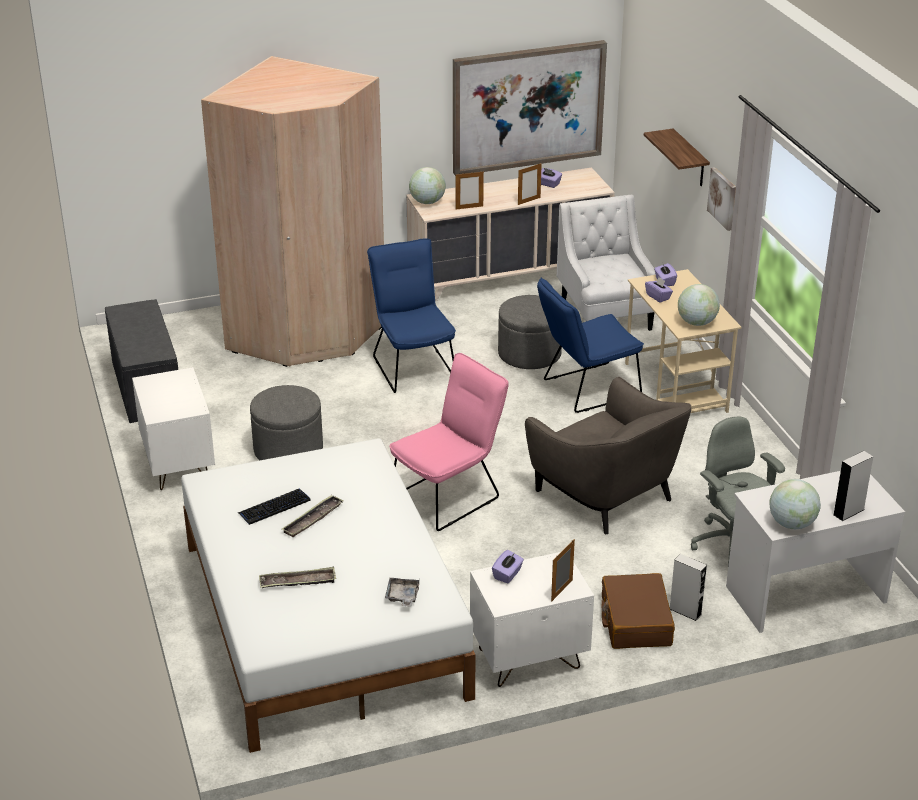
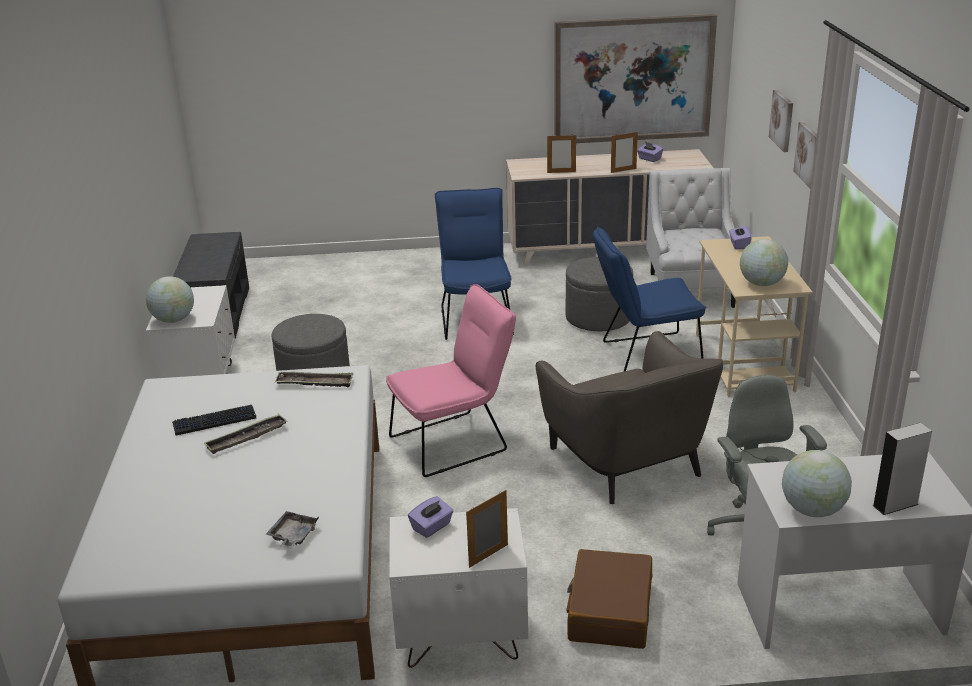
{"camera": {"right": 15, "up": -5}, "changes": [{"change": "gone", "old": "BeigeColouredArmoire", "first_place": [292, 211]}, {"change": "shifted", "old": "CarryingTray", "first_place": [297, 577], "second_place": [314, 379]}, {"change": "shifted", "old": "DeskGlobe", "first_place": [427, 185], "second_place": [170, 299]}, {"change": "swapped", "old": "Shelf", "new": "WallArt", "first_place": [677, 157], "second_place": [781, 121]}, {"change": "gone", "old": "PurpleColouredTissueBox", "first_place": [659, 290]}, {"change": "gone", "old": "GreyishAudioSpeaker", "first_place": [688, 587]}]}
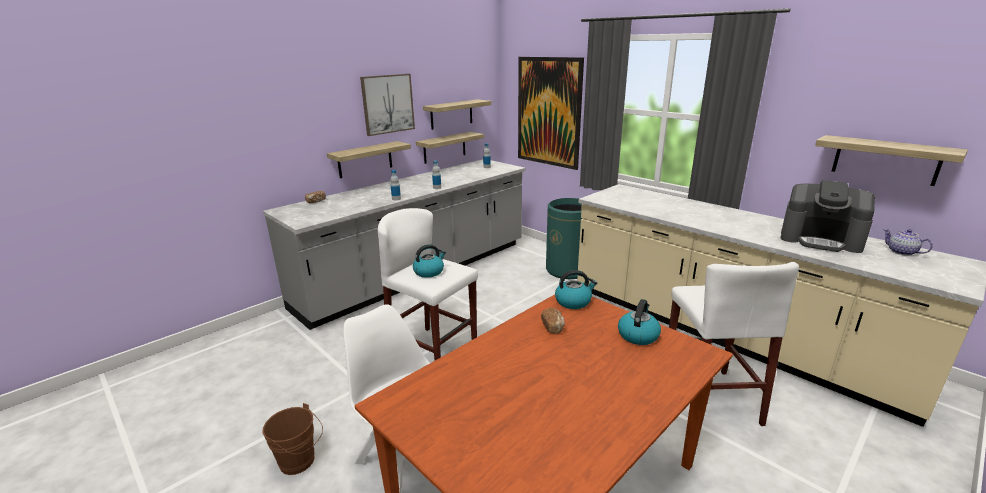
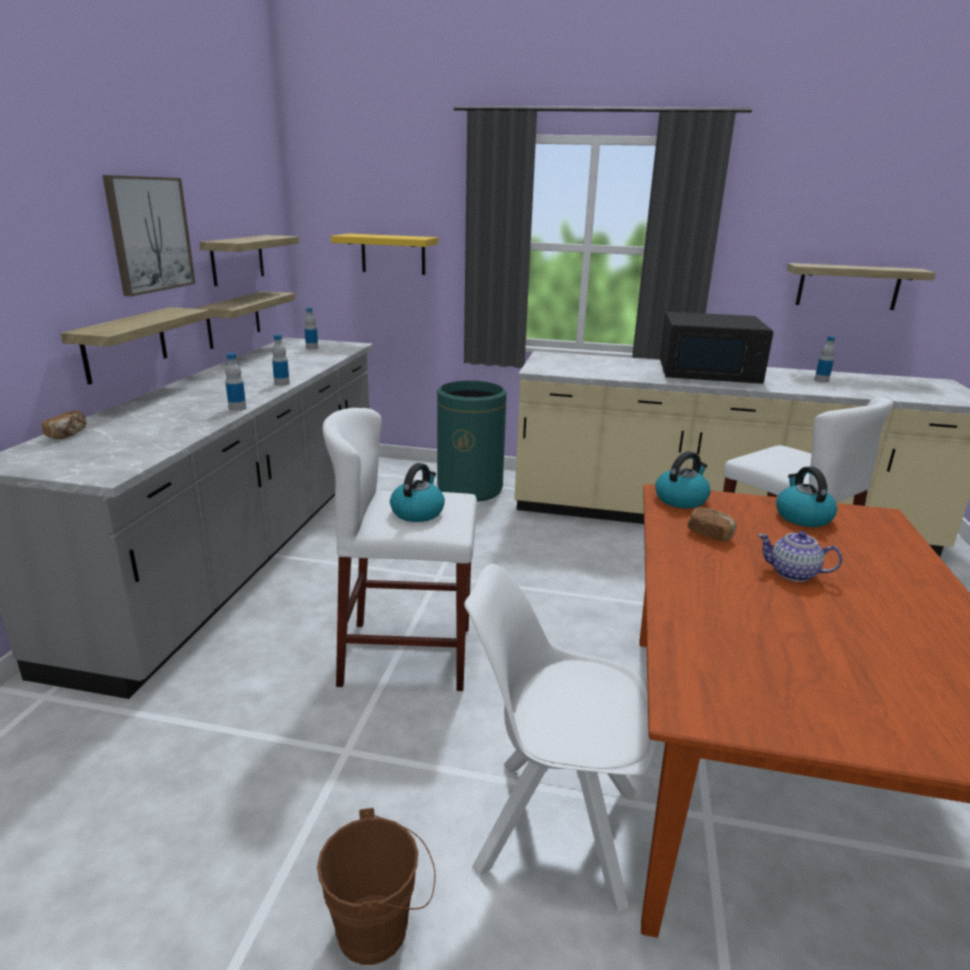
{"camera": {"right": -35, "up": 0}, "changes": [{"change": "swapped", "old": "WallArt", "new": "YellowishShelf", "first_place": [551, 113], "second_place": [384, 254]}, {"change": "swapped", "old": "CoffeeMaker", "new": "BeverageBottle", "first_place": [827, 216], "second_place": [824, 359]}, {"change": "shifted", "old": "PotForTea", "first_place": [908, 242], "second_place": [800, 556]}, {"change": "new", "new": "BlackKitchenMicrowave", "second_place": [716, 348]}]}
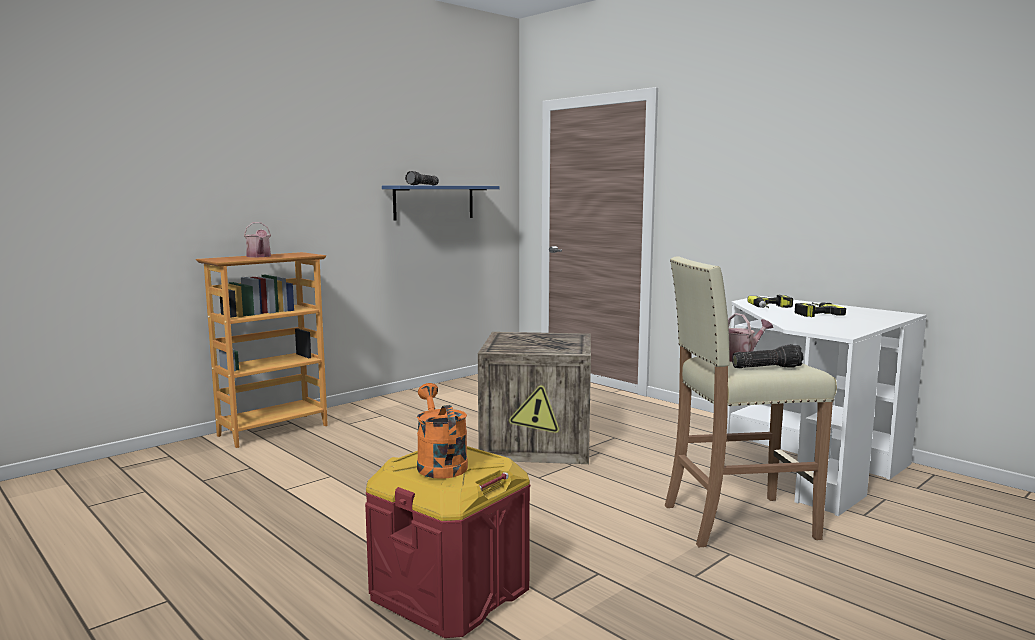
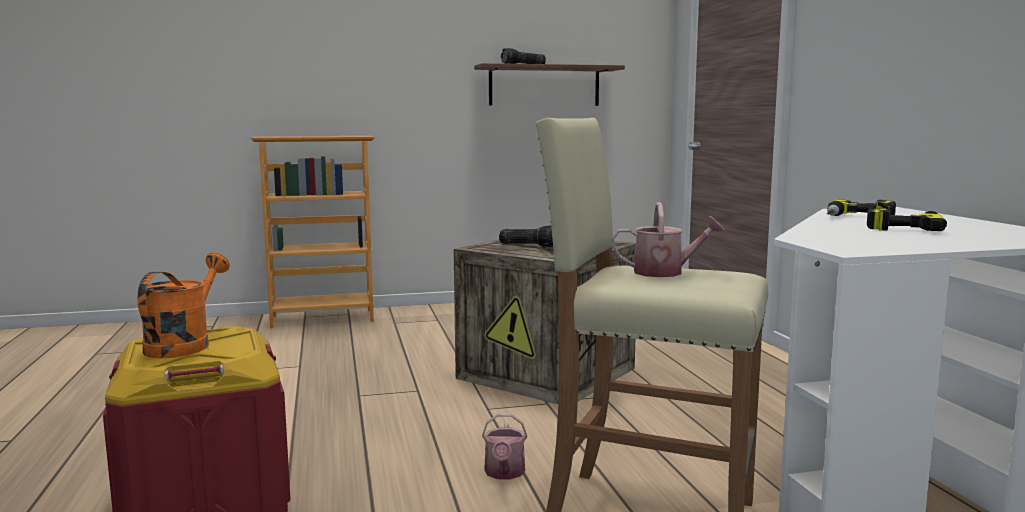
{"camera": {"right": 30, "up": 0}, "changes": [{"change": "shifted", "old": "WateringPot", "first_place": [257, 239], "second_place": [504, 447]}, {"change": "repainted", "old": "BlueColouredShelf", "new": "BrownColouredShelf", "first_place": [441, 202], "second_place": [549, 84]}, {"change": "shifted", "old": "HandTorch", "first_place": [768, 356], "second_place": [526, 236]}]}
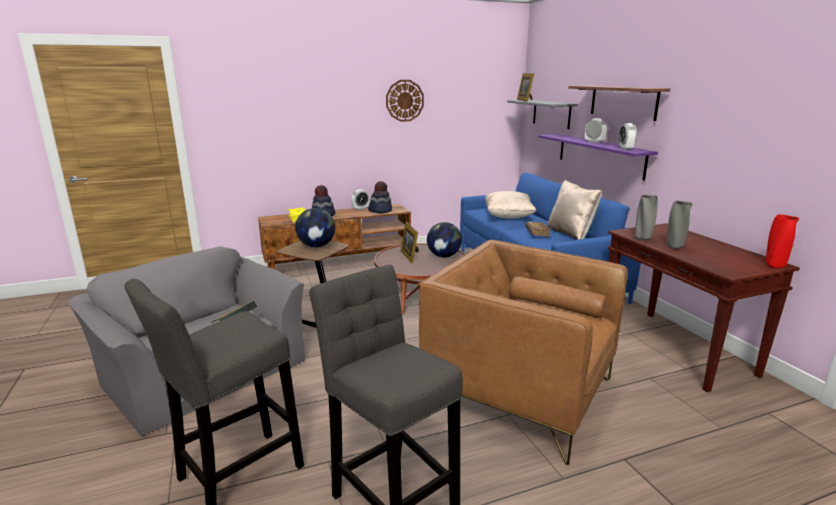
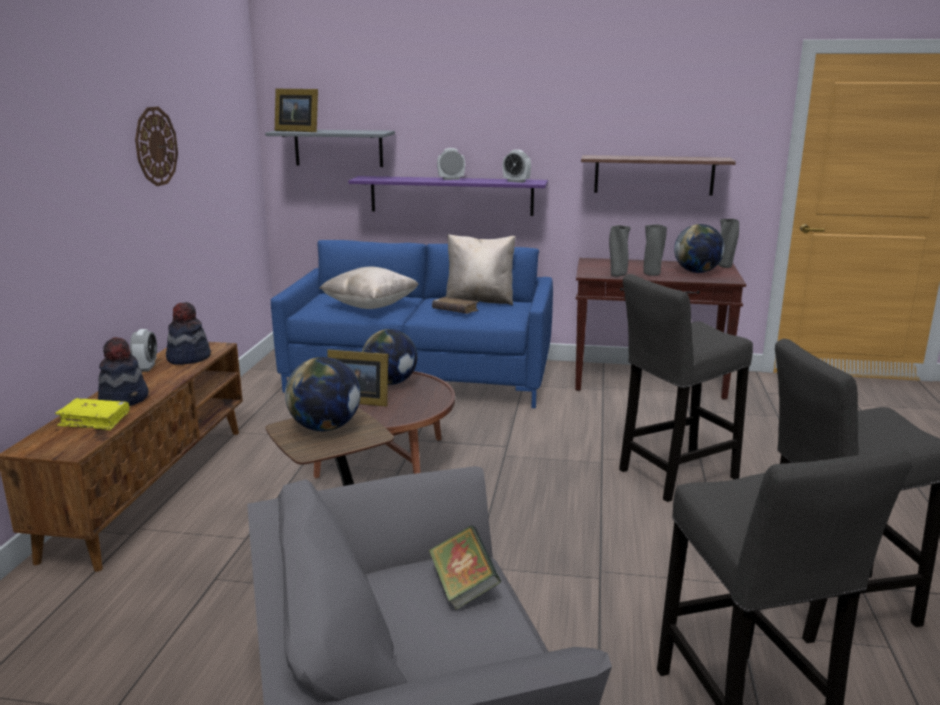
{"camera": {"right": -60, "up": 0}, "changes": [{"change": "swapped", "old": "BrownColouredEasyChair", "new": "GreyishSittingStool", "first_place": [523, 352], "second_place": [686, 388]}, {"change": "shifted", "old": "Shelf", "first_place": [619, 103], "second_place": [658, 175]}, {"change": "repainted", "old": "RedFlowerVase", "new": "GreyishFlowerVase", "first_place": [782, 241], "second_place": [728, 243]}, {"change": "new", "new": "DeskGlobe", "second_place": [699, 248]}]}
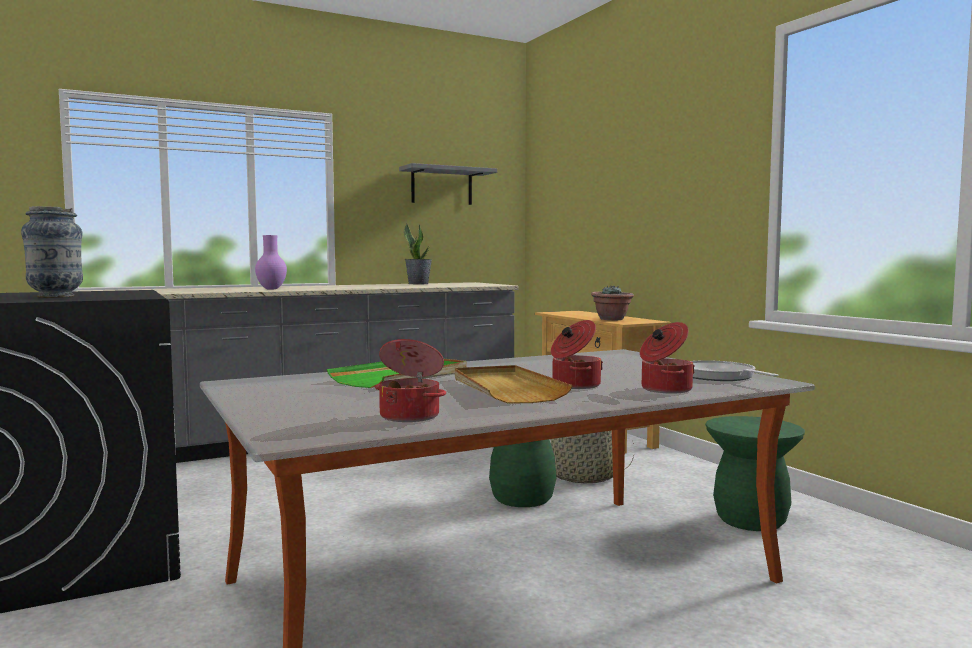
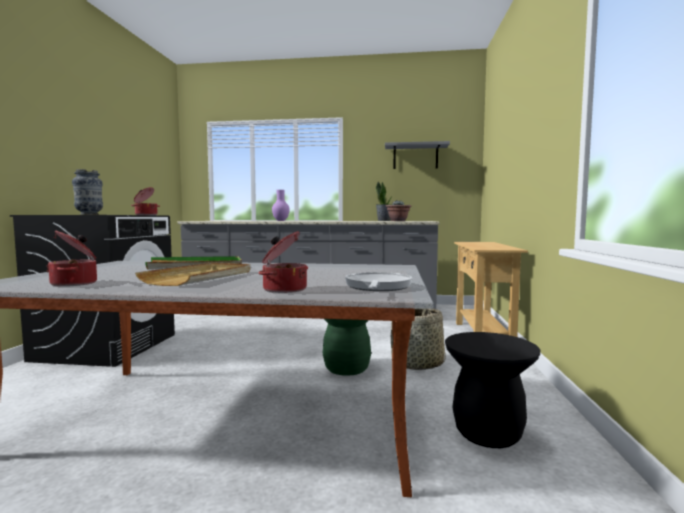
{"camera": {"right": 35, "up": 0}, "changes": [{"change": "shifted", "old": "CookingPot", "first_place": [577, 354], "second_place": [145, 201]}, {"change": "shifted", "old": "PottedPlant", "first_place": [612, 303], "second_place": [398, 210]}, {"change": "repainted", "old": "GreenishSittingStool", "new": "BlackSittingStool", "first_place": [755, 473], "second_place": [493, 390]}]}
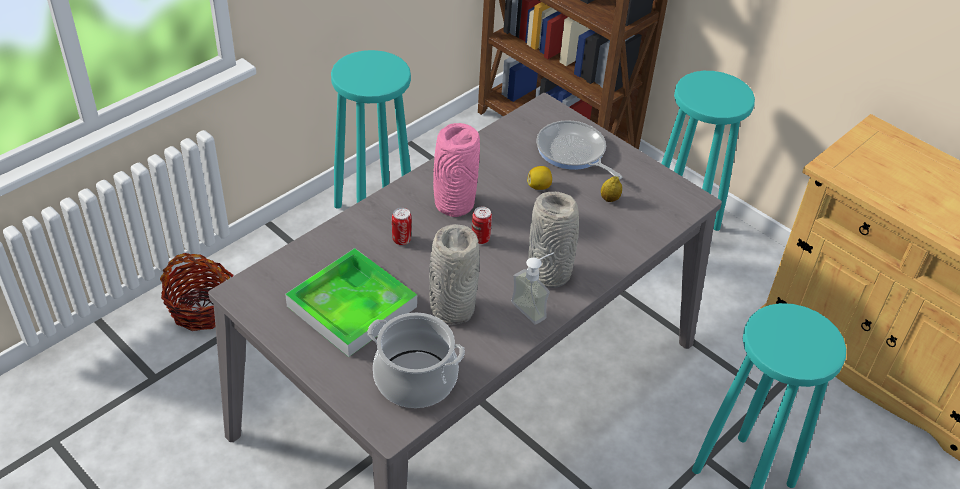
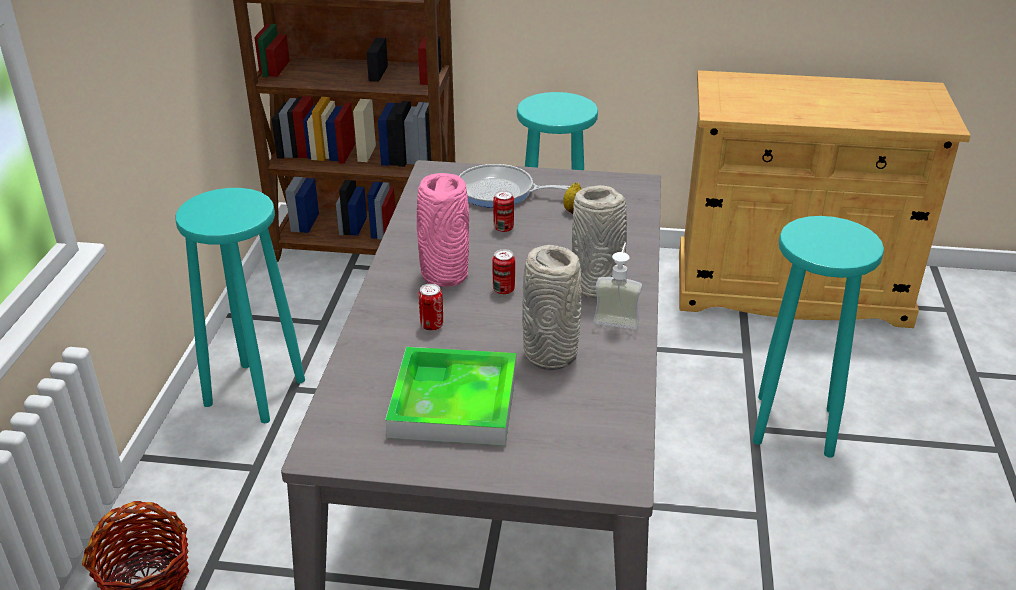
{"camera": {"right": -35, "up": -10}, "changes": [{"change": "gone", "old": "CookingPot", "first_place": [416, 360]}, {"change": "swapped", "old": "WholeLemon", "new": "Can", "first_place": [539, 178], "second_place": [503, 211]}]}
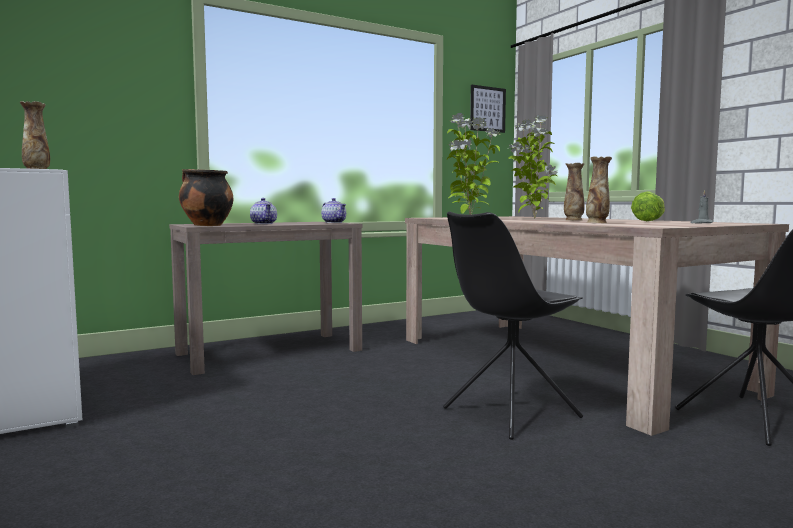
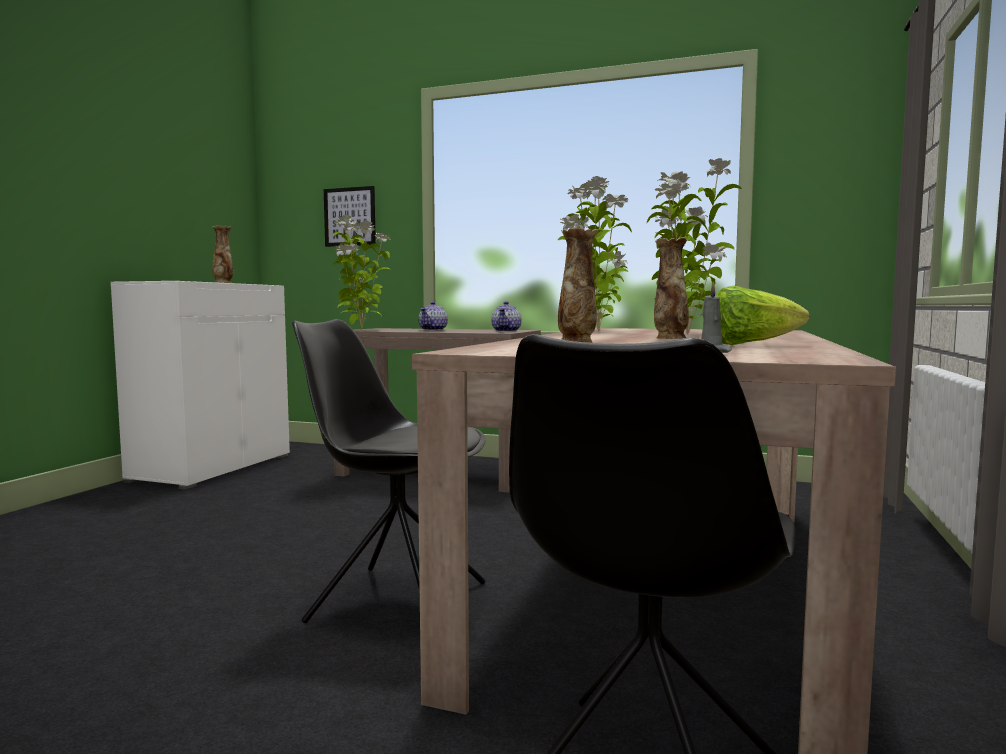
{"camera": {"right": 50, "up": 0}, "changes": [{"change": "swapped", "old": "CookingPot", "new": "PottedPlant", "first_place": [206, 197], "second_place": [362, 272]}, {"change": "shifted", "old": "WallArt", "first_place": [488, 109], "second_place": [350, 216]}]}
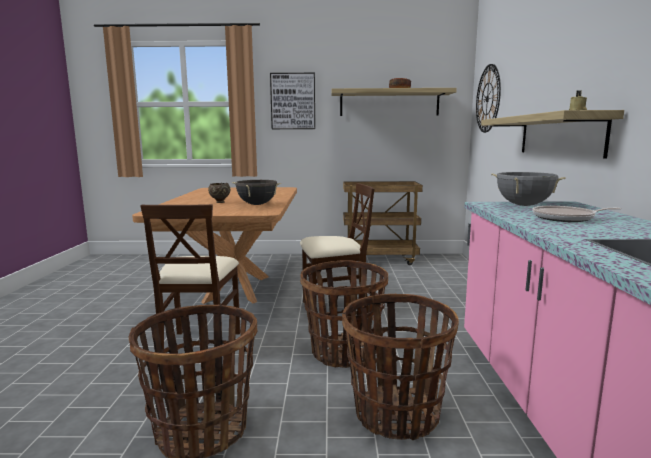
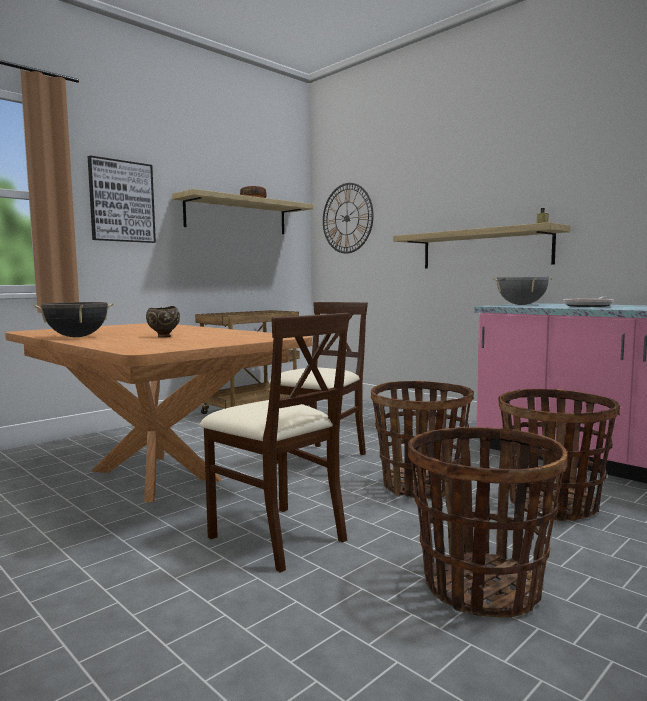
{"camera": {"right": -45, "up": -5}, "changes": [{"change": "shifted", "old": "BlackCookingPot", "first_place": [256, 192], "second_place": [74, 319]}]}
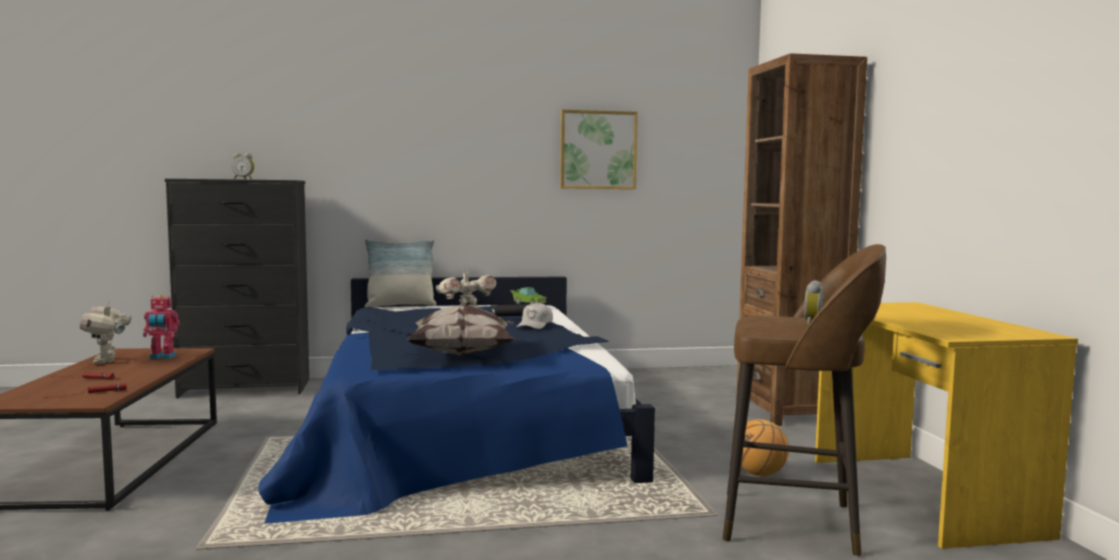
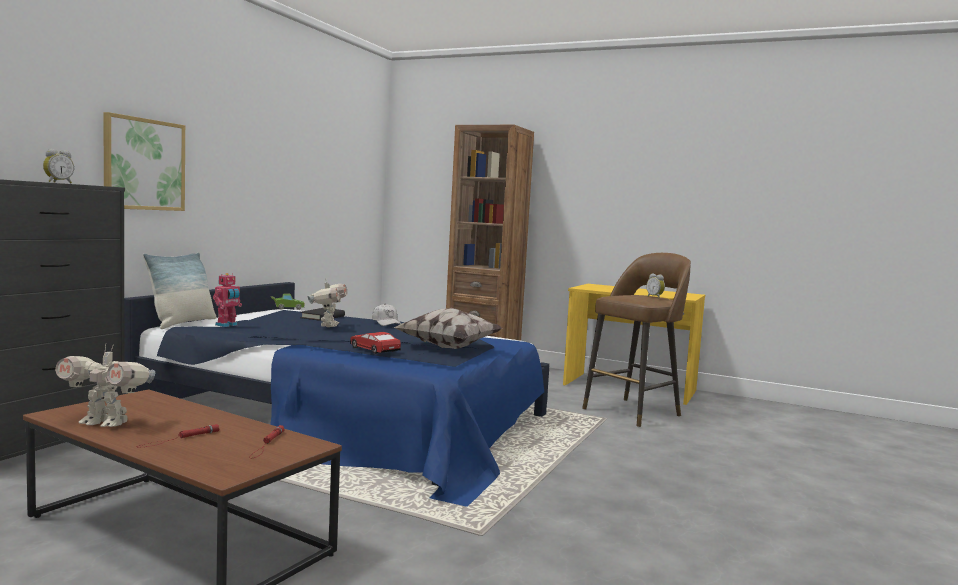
{"camera": {"right": -55, "up": 0}, "changes": [{"change": "shifted", "old": "RobotFigure", "first_place": [161, 327], "second_place": [227, 300]}, {"change": "shifted", "old": "WallArt", "first_place": [599, 149], "second_place": [144, 161]}, {"change": "gone", "old": "Basketball", "first_place": [760, 447]}, {"change": "new", "new": "ToyCar", "second_place": [375, 343]}]}
